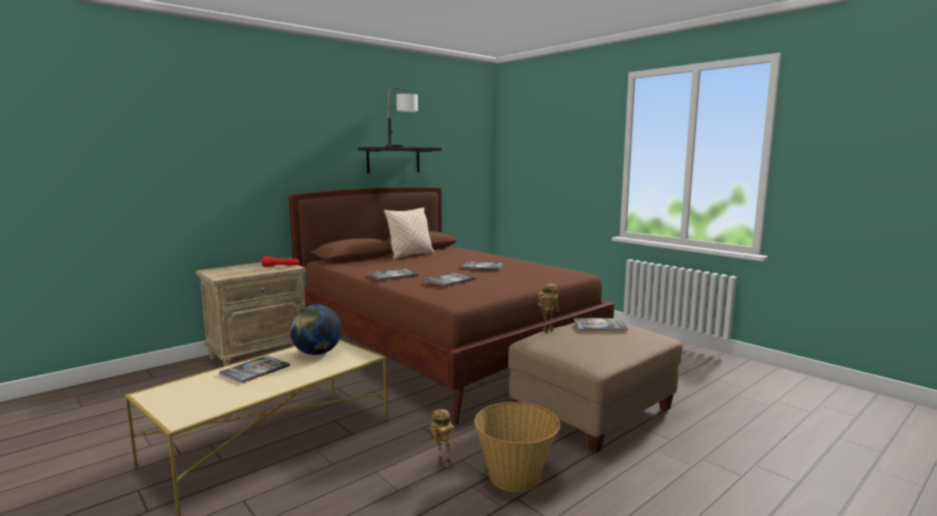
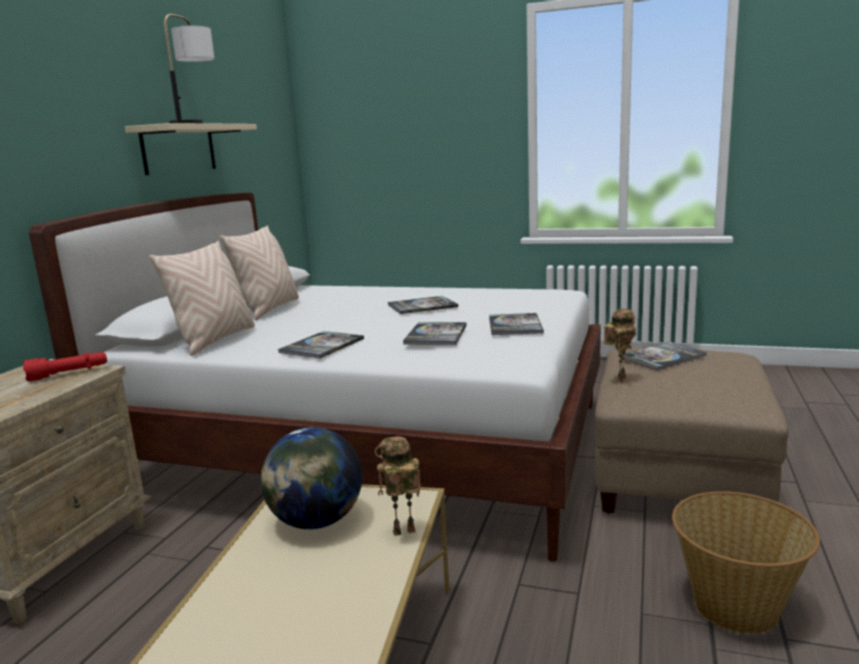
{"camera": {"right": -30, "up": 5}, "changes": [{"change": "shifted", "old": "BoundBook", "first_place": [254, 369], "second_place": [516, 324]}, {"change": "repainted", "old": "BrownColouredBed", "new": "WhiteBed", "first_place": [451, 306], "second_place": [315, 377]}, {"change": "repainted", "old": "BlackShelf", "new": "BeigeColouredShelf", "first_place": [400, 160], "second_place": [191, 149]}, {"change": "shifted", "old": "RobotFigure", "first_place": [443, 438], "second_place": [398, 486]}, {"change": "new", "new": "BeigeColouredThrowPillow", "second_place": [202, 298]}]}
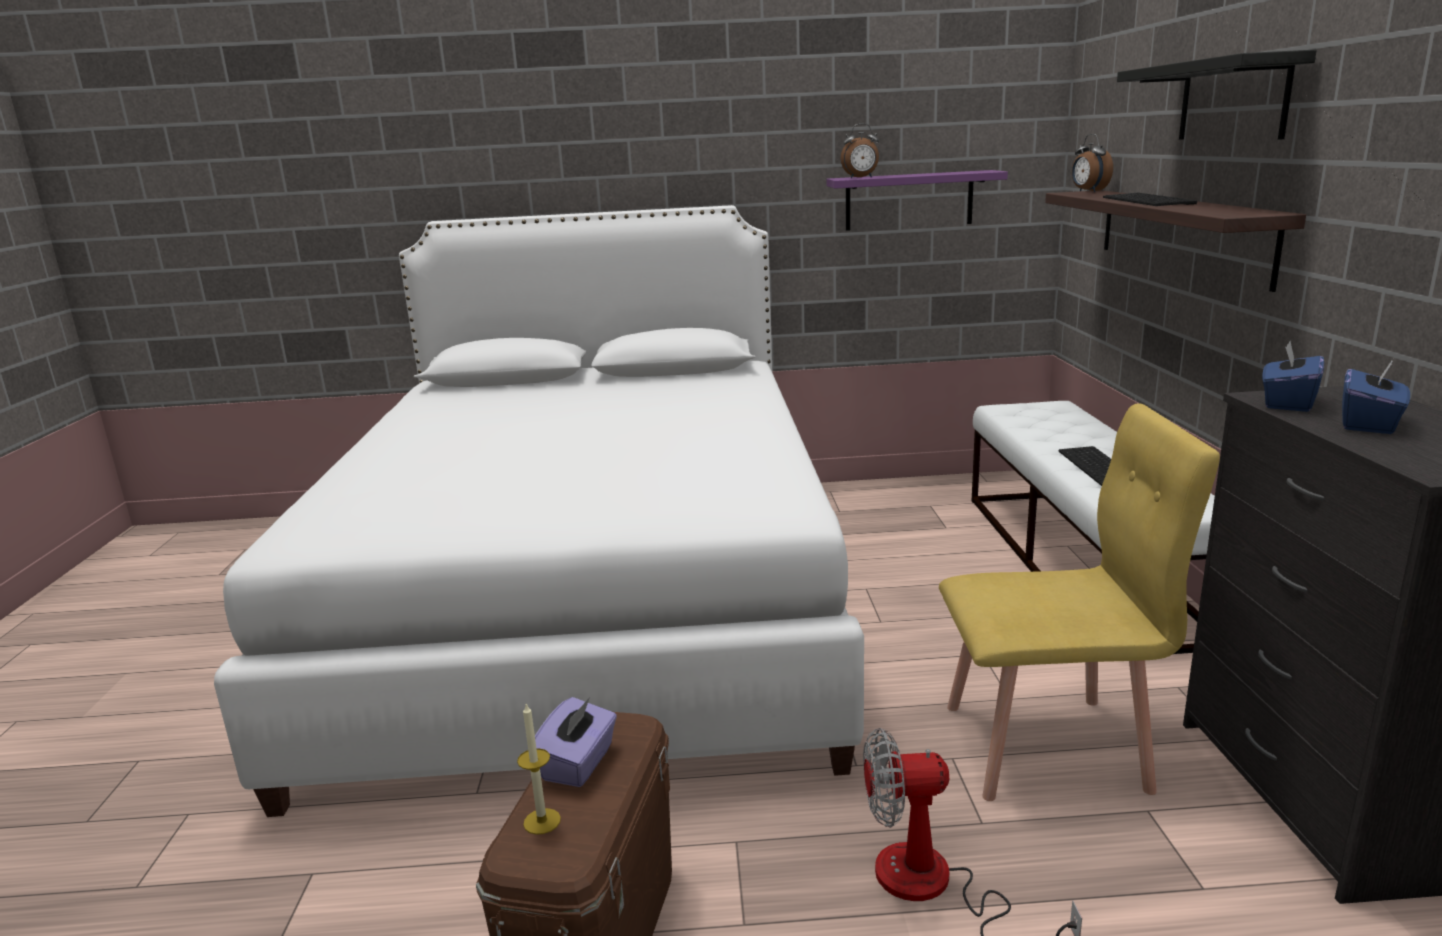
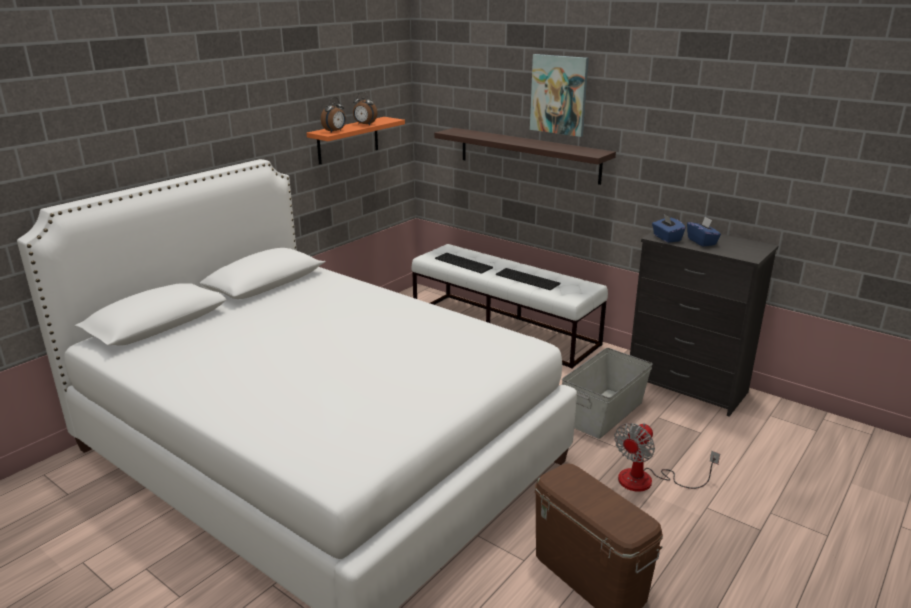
{"camera": {"right": -50, "up": 5}, "changes": [{"change": "gone", "old": "WaxCandle", "first_place": [539, 769]}, {"change": "gone", "old": "PurpleColouredTissueBox", "first_place": [576, 742]}, {"change": "repainted", "old": "PurpleColouredShelf", "new": "OrangeyShelf", "first_place": [917, 200], "second_place": [356, 141]}, {"change": "swapped", "old": "YellowishPlainChair", "new": "GreyishStorageContainer", "first_place": [1079, 602], "second_place": [607, 393]}, {"change": "shifted", "old": "TableClock", "first_place": [1092, 163], "second_place": [365, 108]}, {"change": "shifted", "old": "PcKeyboard", "first_place": [1150, 199], "second_place": [464, 263]}, {"change": "swapped", "old": "BlackShelf", "new": "WallArt", "first_place": [1217, 94], "second_place": [559, 95]}]}
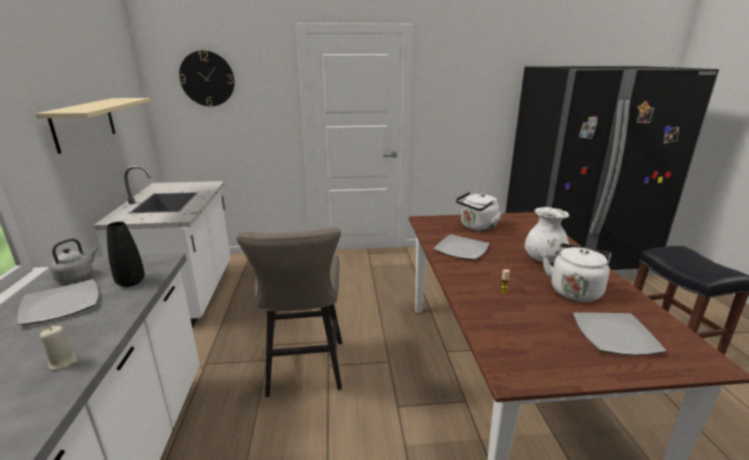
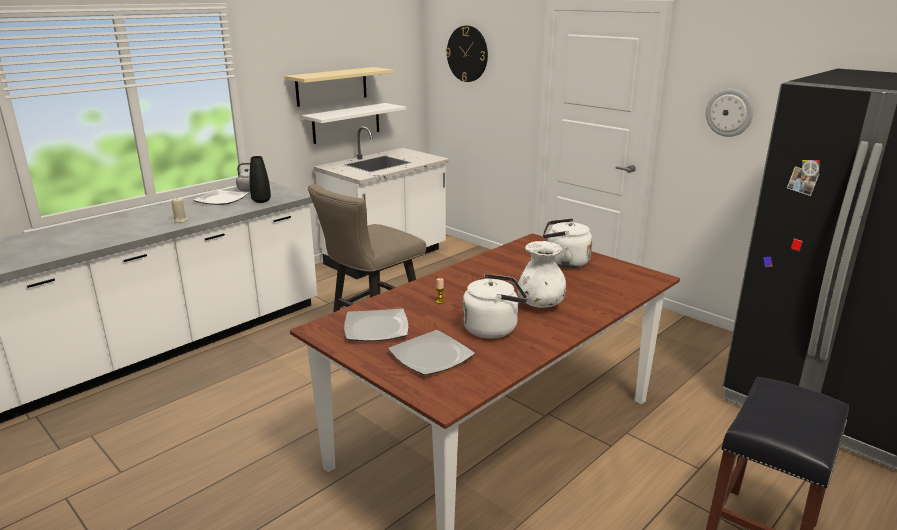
{"camera": {"right": 50, "up": 0}, "changes": [{"change": "shifted", "old": "DinnerPlate", "first_place": [461, 247], "second_place": [376, 325]}, {"change": "new", "new": "WhiteShelf", "second_place": [354, 123]}, {"change": "new", "new": "HangingClock", "second_place": [729, 113]}]}
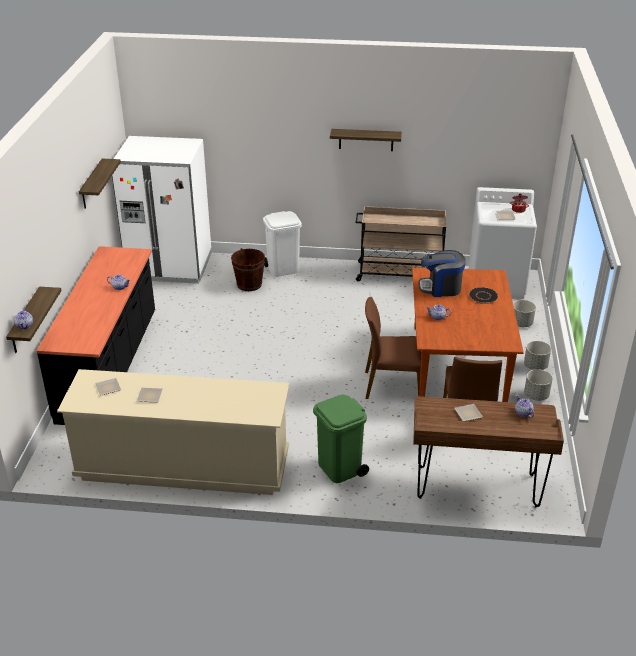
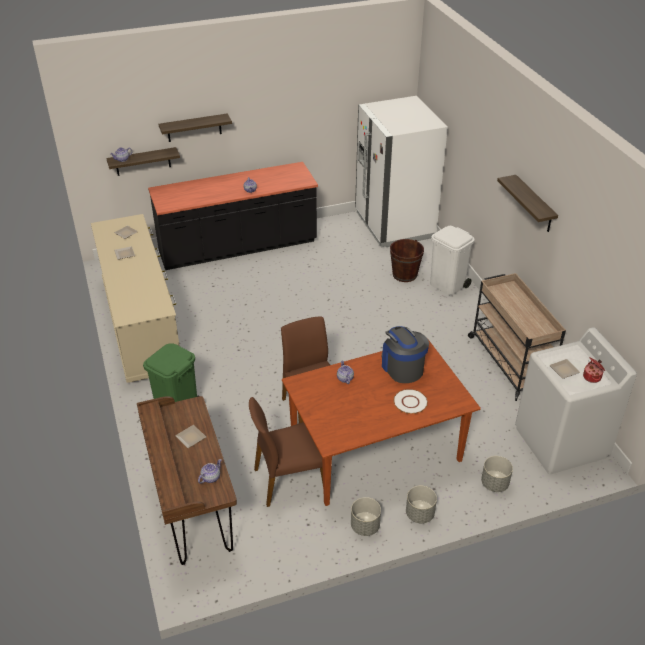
{"camera": {"right": 65, "up": 5}, "changes": [{"change": "shifted", "old": "Shelf", "first_place": [100, 184], "second_place": [195, 127]}, {"change": "repainted", "old": "BlackDinnerPlate", "new": "WhiteDinnerPlate", "first_place": [483, 295], "second_place": [410, 401]}]}
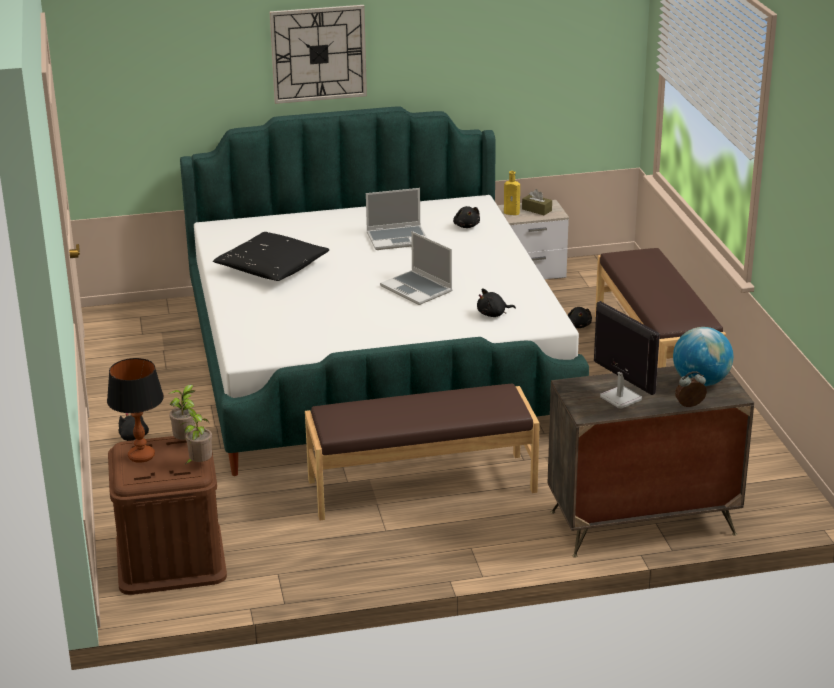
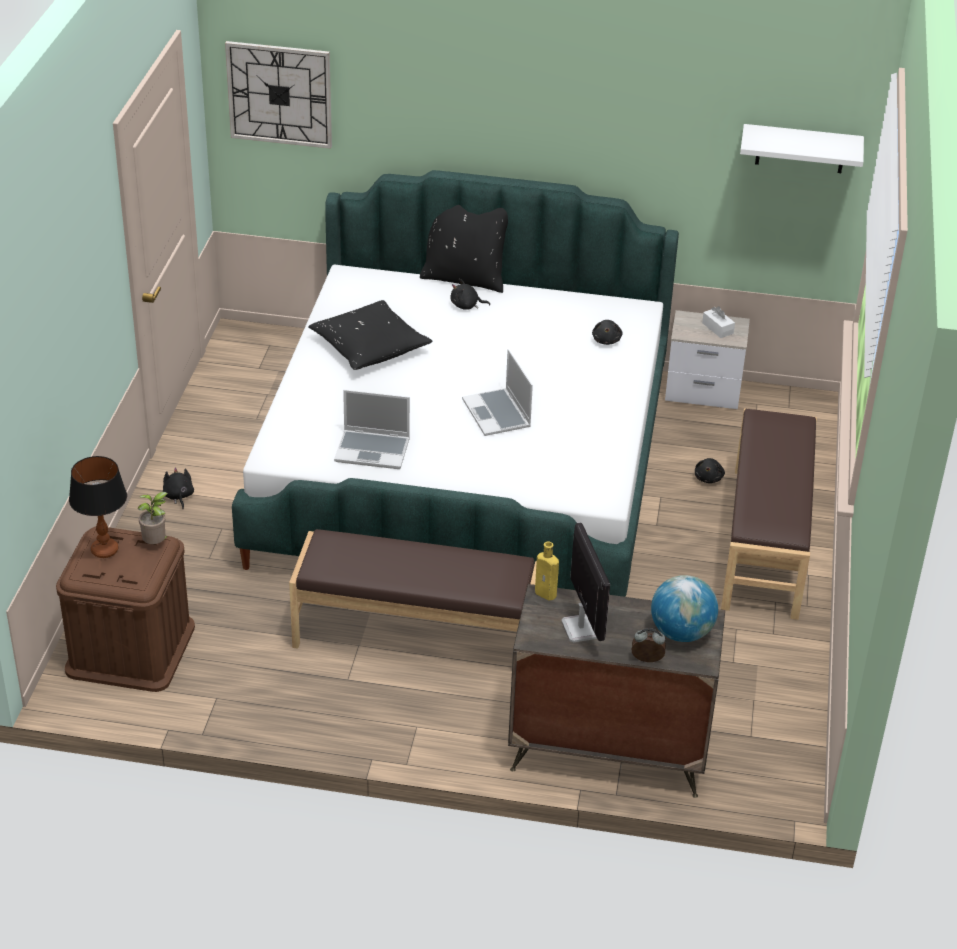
{"camera": {"right": 20, "up": 10}, "changes": [{"change": "gone", "old": "PottedPlant", "first_place": [195, 436]}, {"change": "shifted", "old": "HangingClock", "first_place": [318, 54], "second_place": [278, 95]}, {"change": "shifted", "old": "PortableComputer", "first_place": [396, 219], "second_place": [372, 429]}, {"change": "shifted", "old": "BlackPlushToy", "first_place": [496, 302], "second_place": [470, 294]}, {"change": "shifted", "old": "YellowishBeverageBottle", "first_place": [512, 193], "second_place": [547, 570]}, {"change": "repainted", "old": "BrownColouredTissueBox", "new": "WhiteTissueBox", "first_place": [537, 202], "second_place": [718, 322]}, {"change": "new", "new": "BlackThrowPillow", "second_place": [464, 249]}, {"change": "new", "new": "WhiteShelf", "second_place": [802, 148]}]}
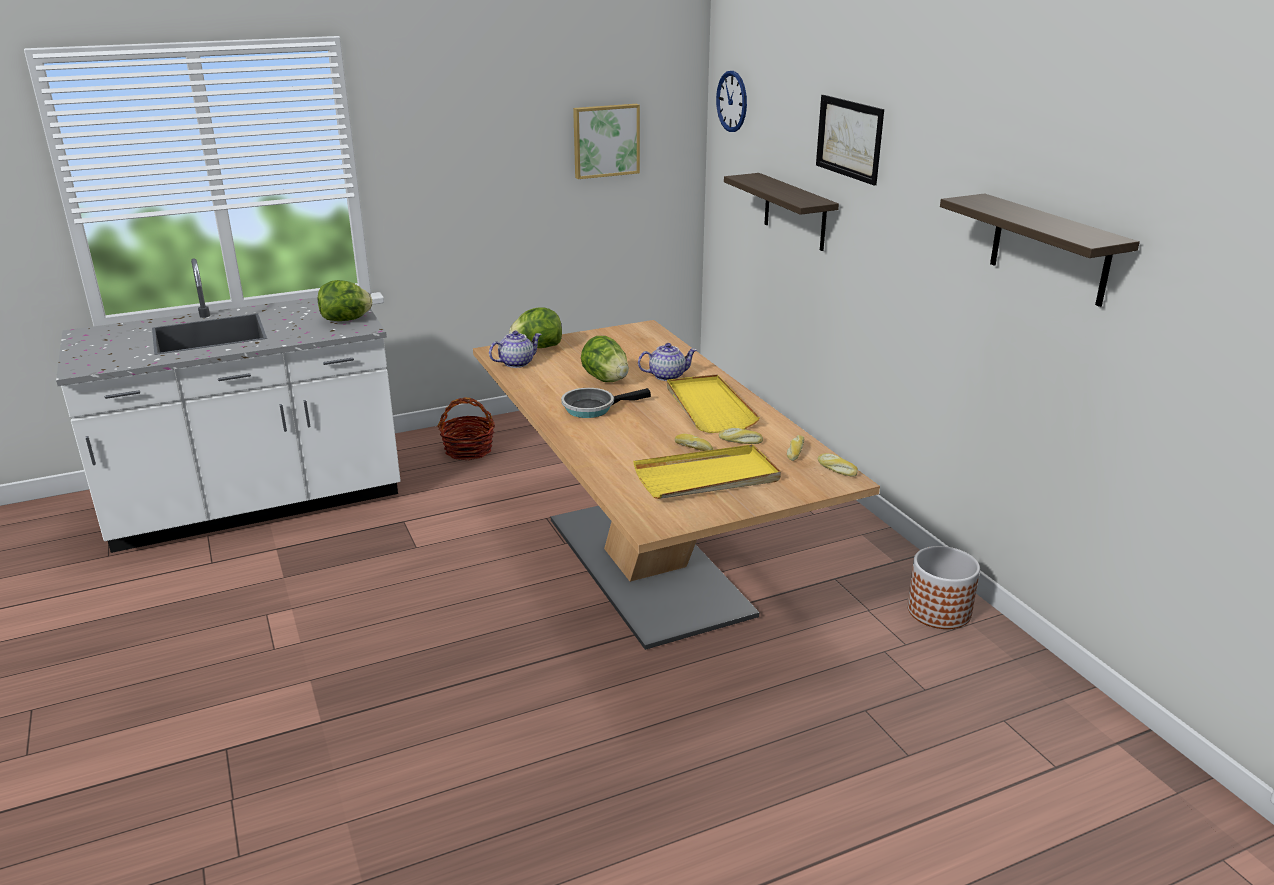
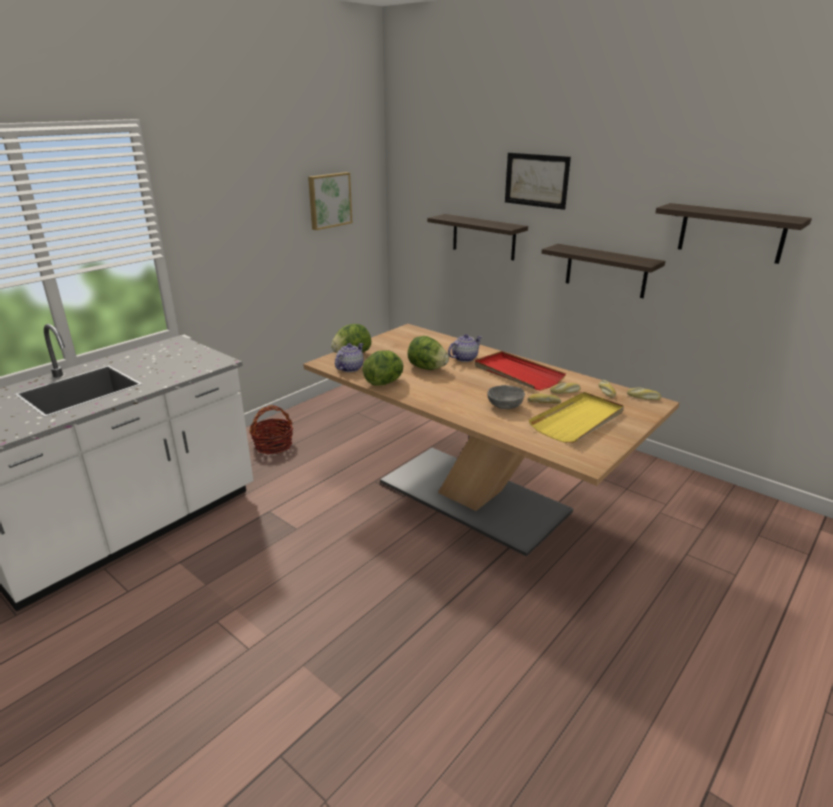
{"camera": {"right": -25, "up": 0}, "changes": [{"change": "shifted", "old": "HeadOfLettuce", "first_place": [345, 300], "second_place": [383, 368]}, {"change": "gone", "old": "Skillet", "first_place": [606, 403]}, {"change": "repainted", "old": "YellowishCarryingTray", "new": "RedCarryingTray", "first_place": [713, 403], "second_place": [520, 371]}, {"change": "gone", "old": "HangingClock", "first_place": [731, 101]}, {"change": "gone", "old": "Planter", "first_place": [943, 587]}, {"change": "new", "new": "GreyishServingBowl", "second_place": [506, 397]}, {"change": "new", "new": "Shelf", "second_place": [603, 271]}]}
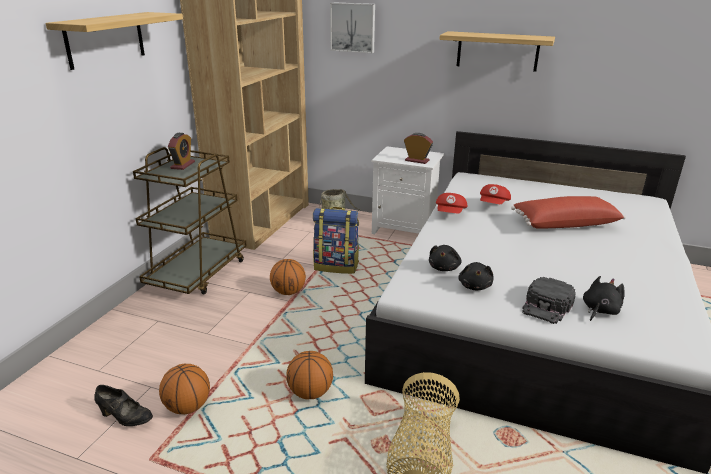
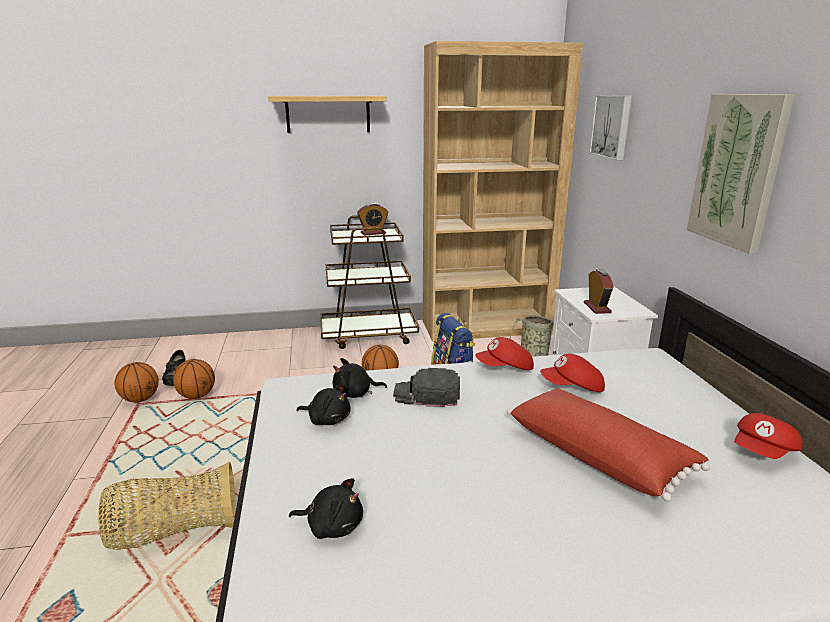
{"camera": {"right": 60, "up": -5}, "changes": [{"change": "shifted", "old": "Basketball", "first_place": [309, 375], "second_place": [136, 382]}, {"change": "swapped", "old": "Shelf", "new": "WallArt", "first_place": [497, 51], "second_place": [741, 174]}, {"change": "rotated", "old": "BlackPlushToy", "first_place": [476, 276], "second_place": [324, 404], "degrees": -135}, {"change": "shifted", "old": "BlackBaseballCap", "first_place": [549, 300], "second_place": [426, 387]}, {"change": "new", "new": "RedBaseballCap", "second_place": [768, 436]}]}
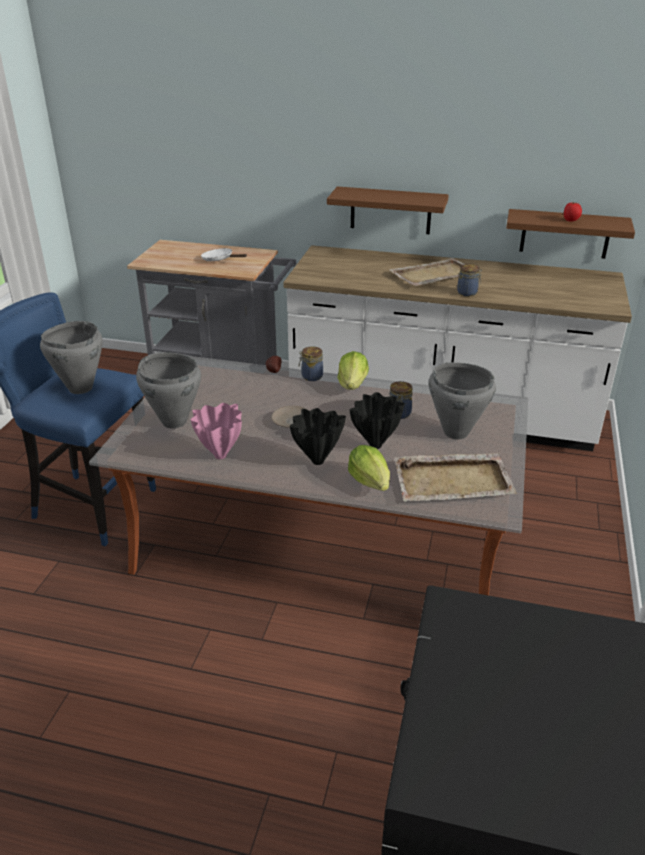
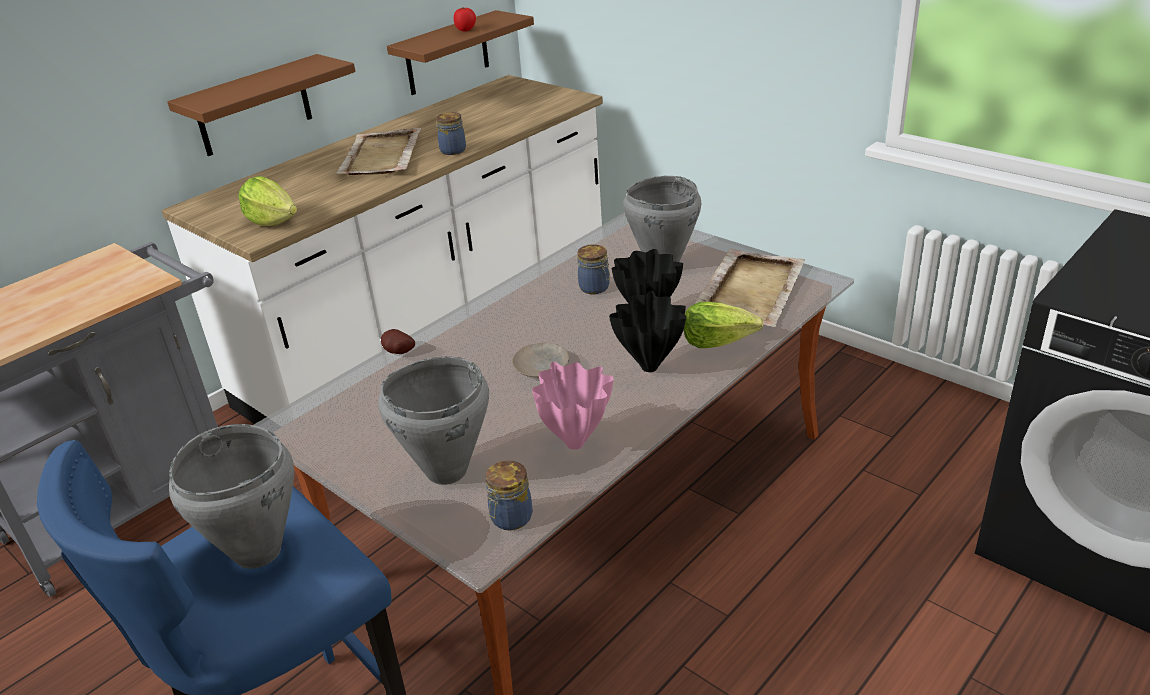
{"camera": {"right": -60, "up": 0}, "changes": [{"change": "gone", "old": "WhiteSkillet", "first_place": [224, 254]}, {"change": "shifted", "old": "Jar", "first_place": [311, 364], "second_place": [509, 495]}, {"change": "shifted", "old": "HeadOfLettuce", "first_place": [353, 370], "second_place": [268, 201]}]}
